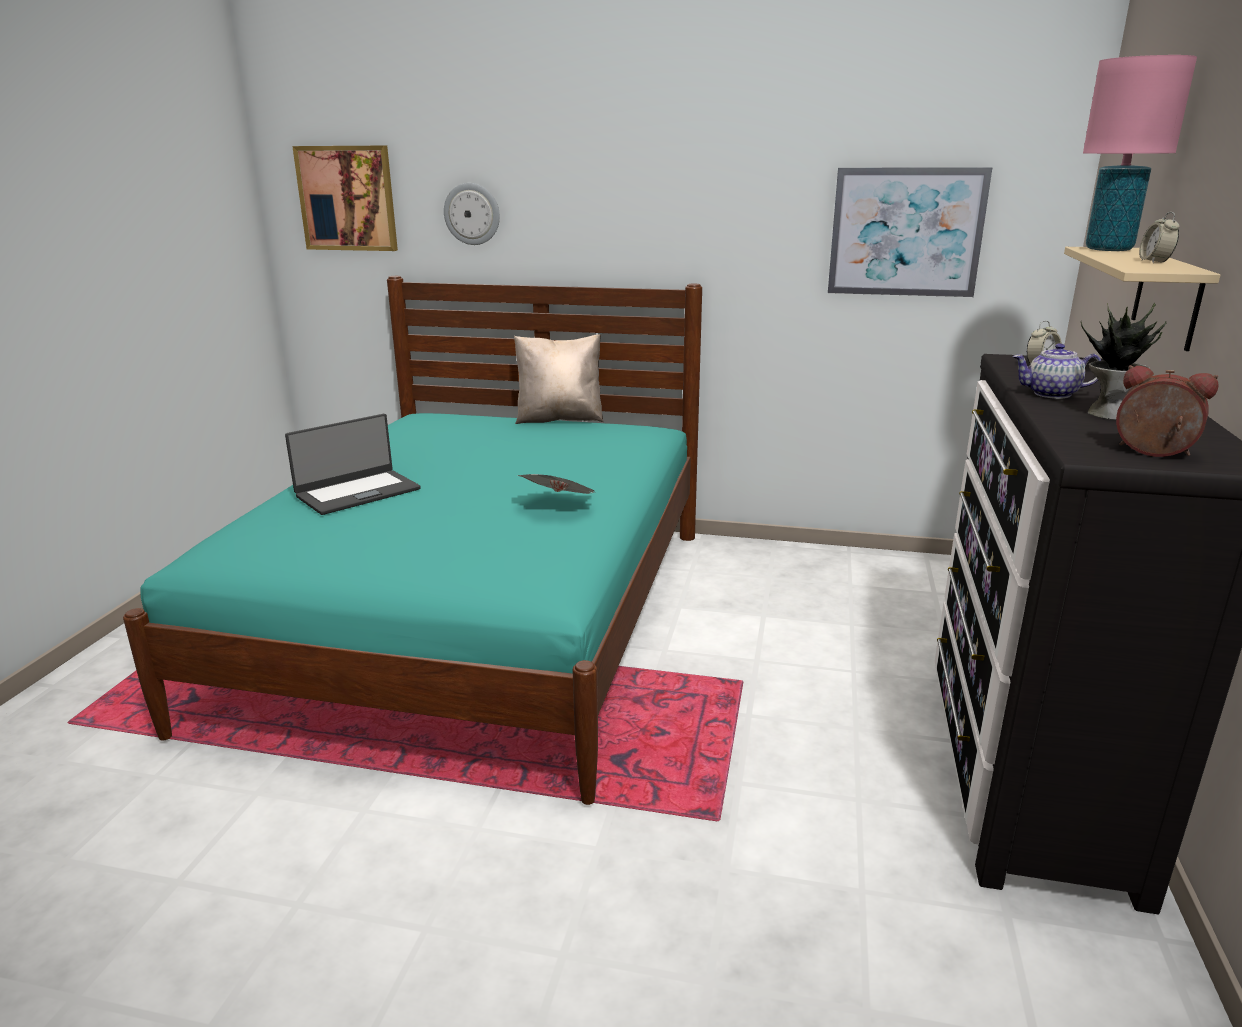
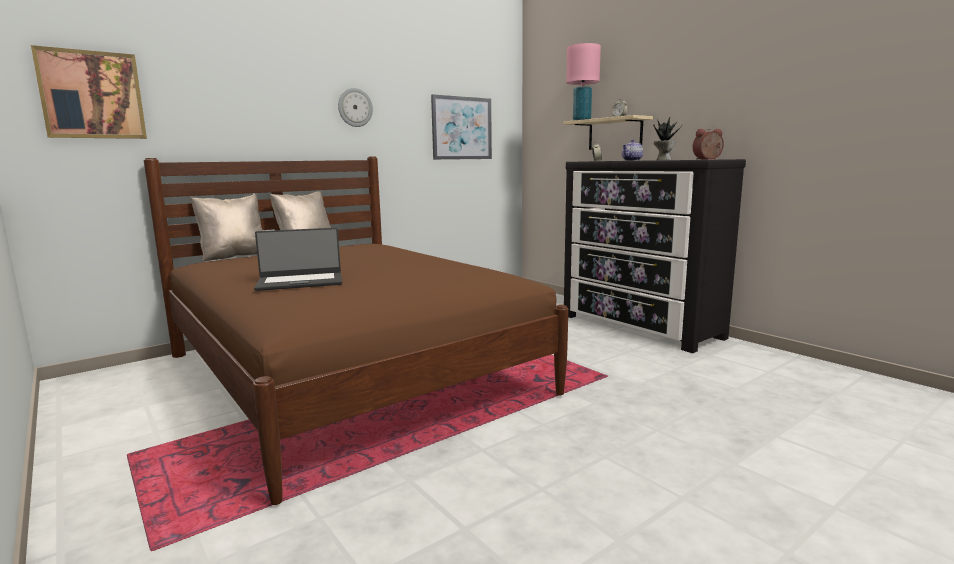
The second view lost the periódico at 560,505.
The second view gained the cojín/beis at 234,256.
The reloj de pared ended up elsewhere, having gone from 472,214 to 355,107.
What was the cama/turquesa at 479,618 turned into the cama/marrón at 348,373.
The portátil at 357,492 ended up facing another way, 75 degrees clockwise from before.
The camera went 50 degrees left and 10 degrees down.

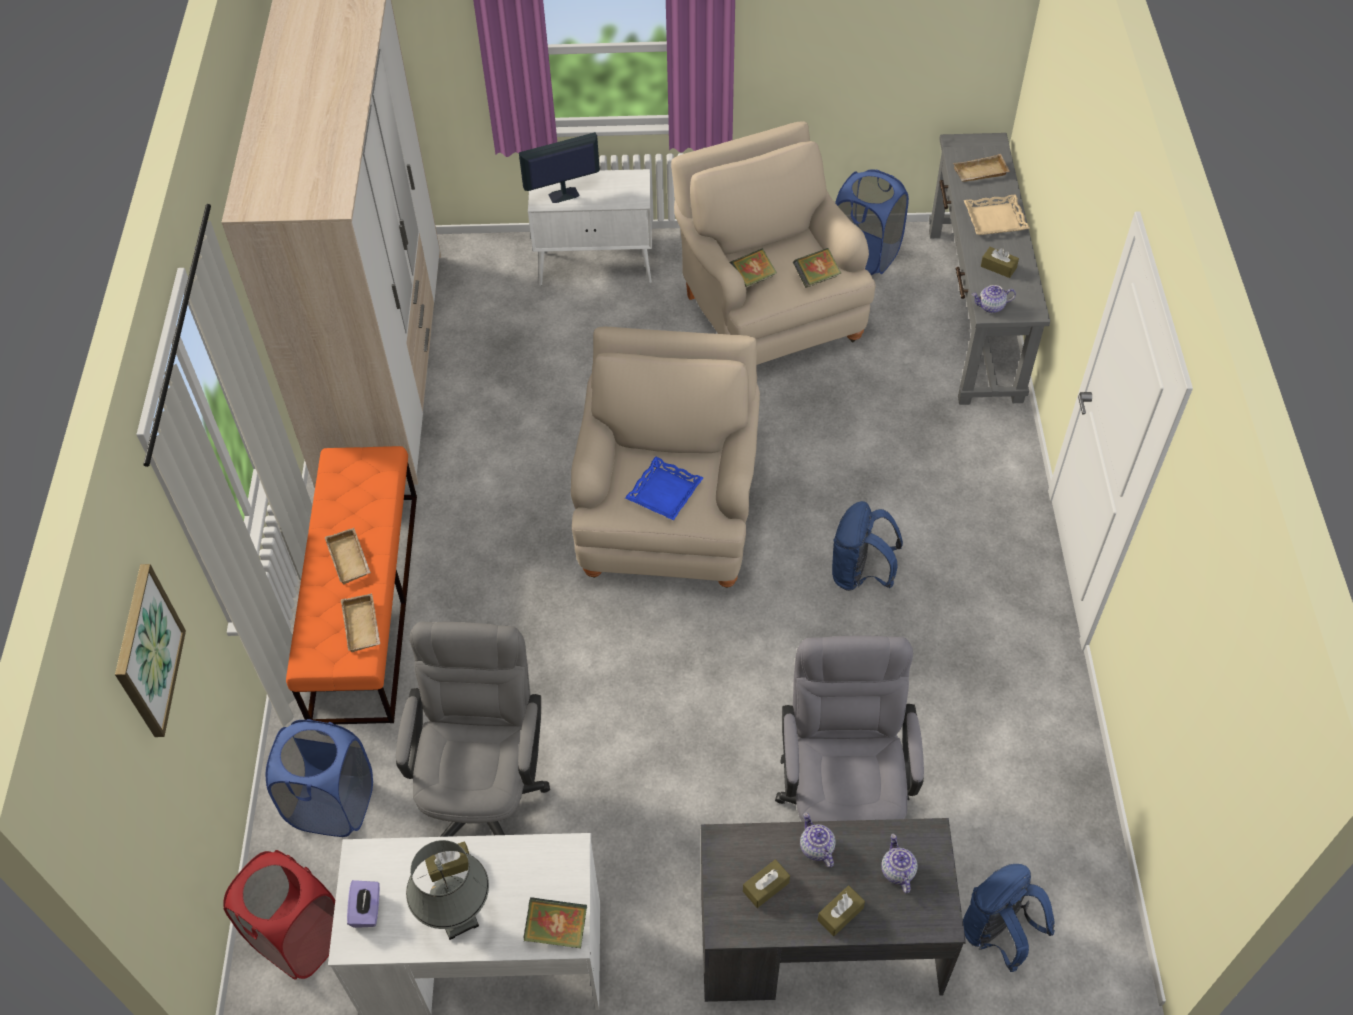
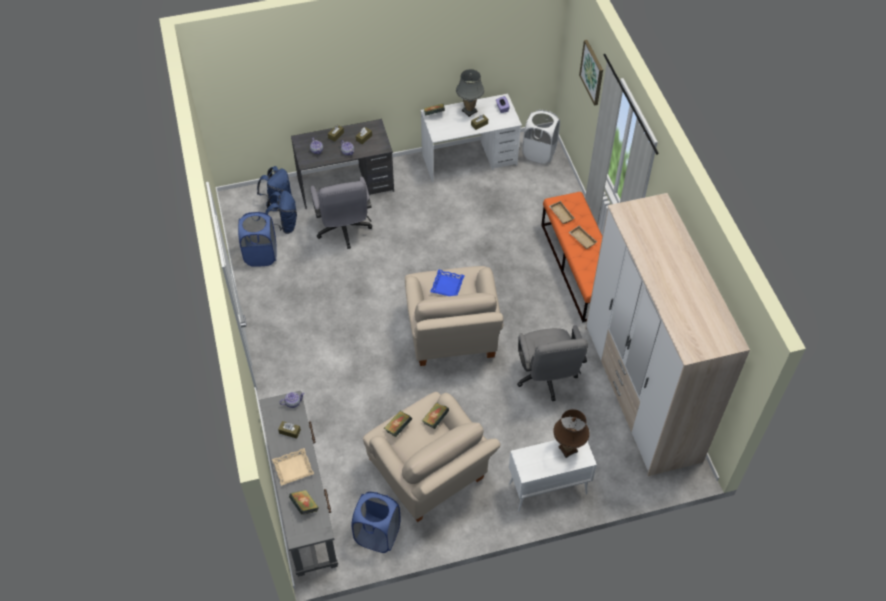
The cesto de la ropa/azul ended up elsewhere, having gone from 332,804 to 261,255.
The silla de oficina/gris ended up elsewhere, having gone from 484,790 to 546,379.
The mochila/azul ended up elsewhere, having gone from 860,573 to 284,225.
Where the monitor stood at 563,195, the lámpara de mesa/marrón came to stand at 567,449.
Where the bandeja/beis stood at 980,173, the libro came to stand at 304,506.
What was the cesto de la ropa/rojo at 299,937 turned into the cesto de la ropa/blanco at 539,153.
The camera went 165 degrees right and 0 degrees up.

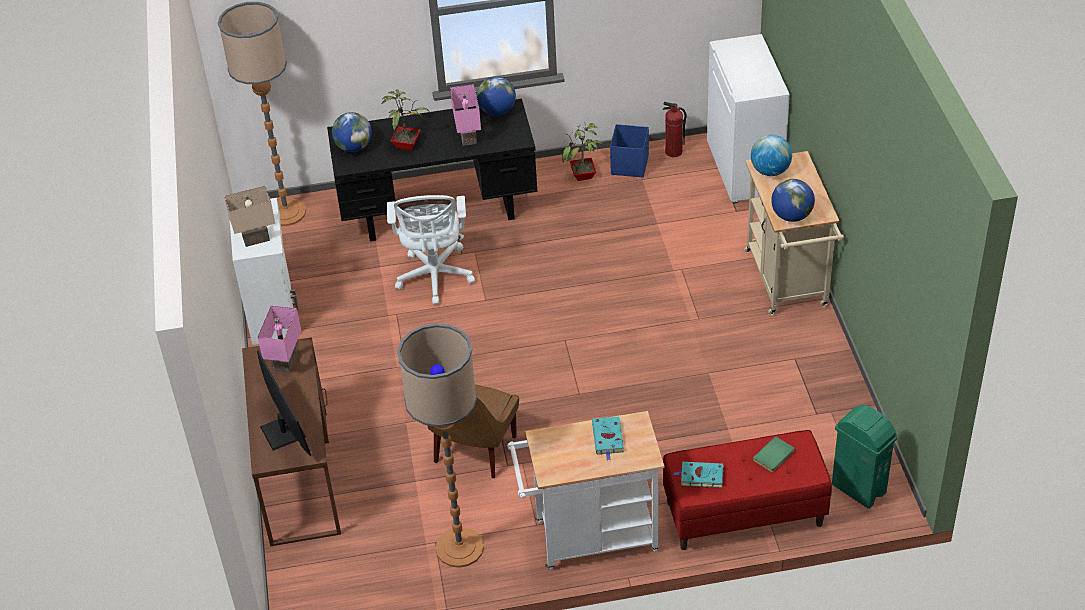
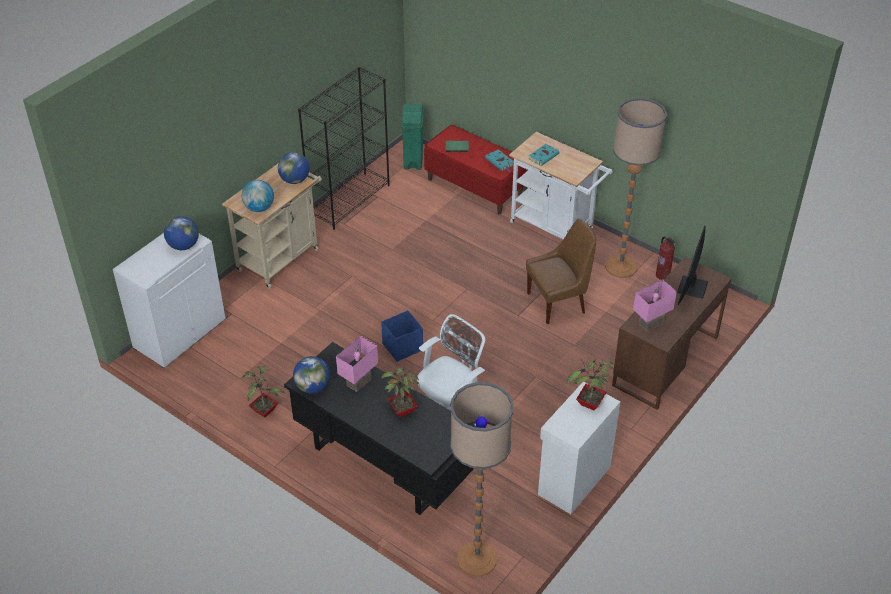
The second view gained the estantería/negro at 350,200.
The globo terráqueo ended up elsewhere, having gone from 354,147 to 183,246.
The caja de almacenaje/azul ended up elsewhere, having gone from 630,165 to 402,347.
The extintor ended up elsewhere, having gone from 673,152 to 663,275.
Where the lámpara de mesa/beis stood at 256,240, the planta en maceta came to stand at 589,404.
The camera went 135 degrees left and 0 degrees up.

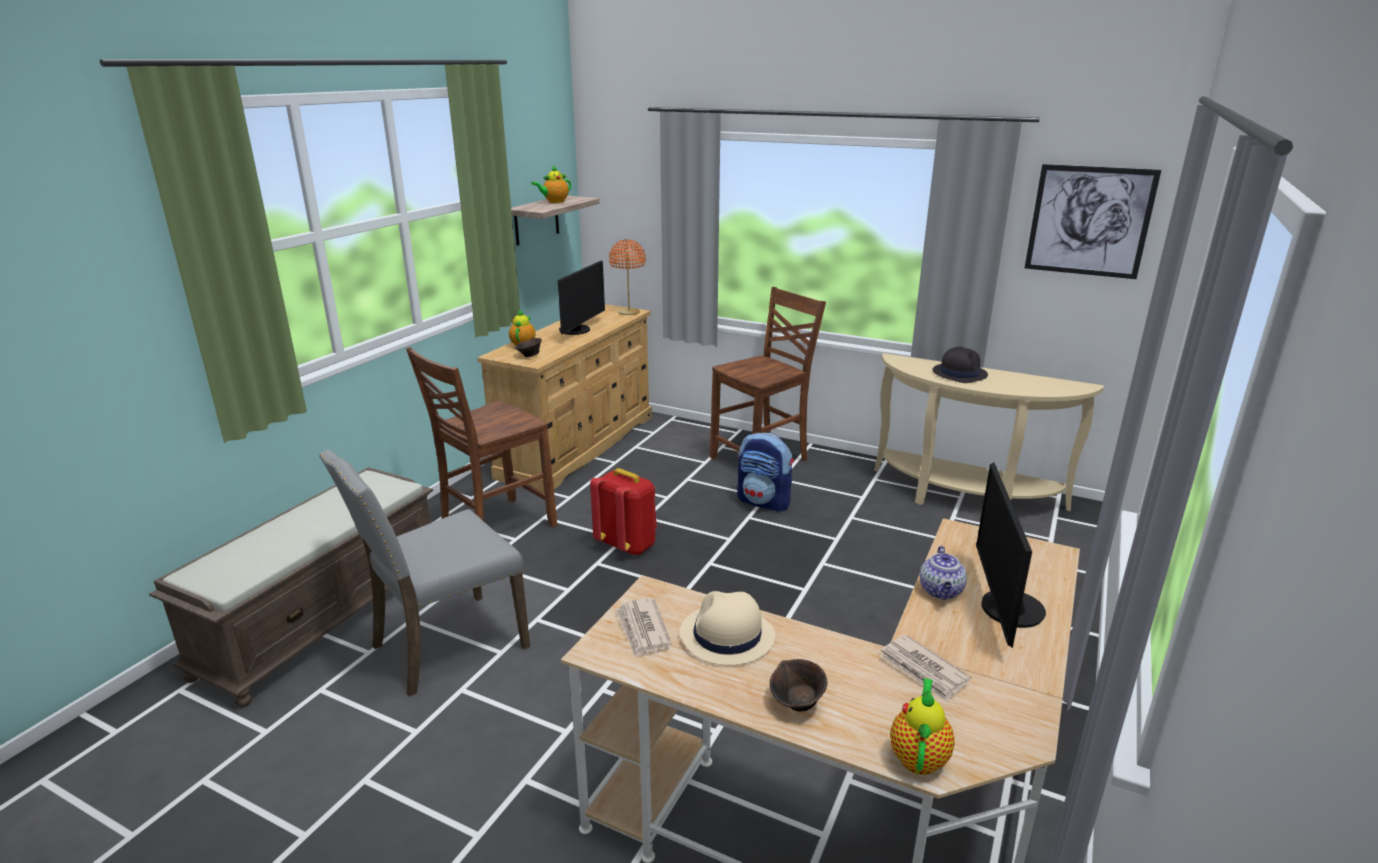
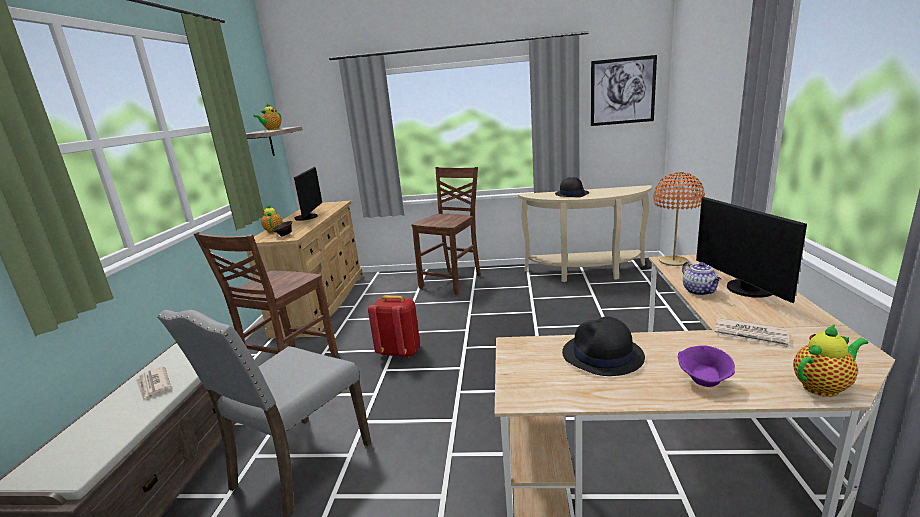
The second view lost the mochila at 764,502.
The lámpara de mesa/naranja ended up elsewhere, having gone from 628,312 to 673,262.
The periódico ended up elsewhere, having gone from 642,629 to 153,385.
What was the sombrero/beis at 726,636 turned into the sombrero/negro at 602,356.
What was the cuenco/marrón at 797,703 turned into the cuenco/morado at 704,382.
The tetera at 919,756 ended up facing another way, 75 degrees clockwise from before.
The camera went 20 degrees left and 5 degrees down.

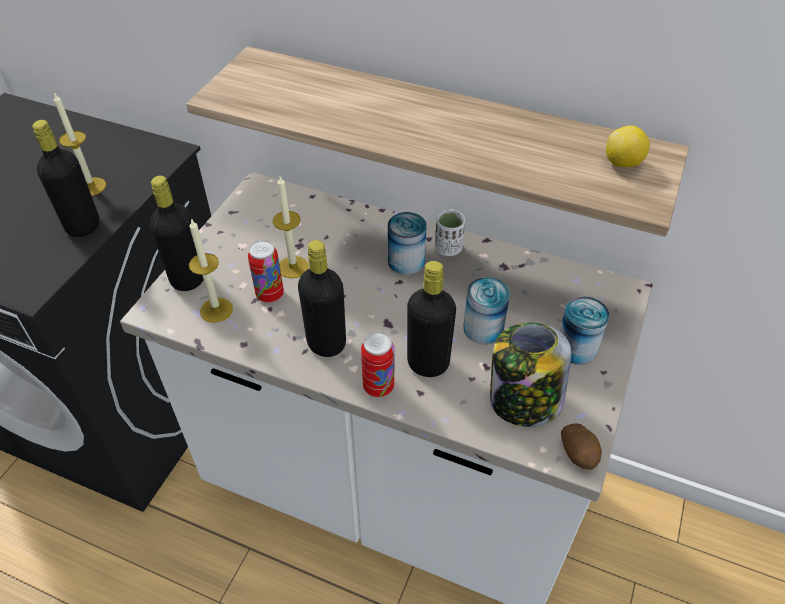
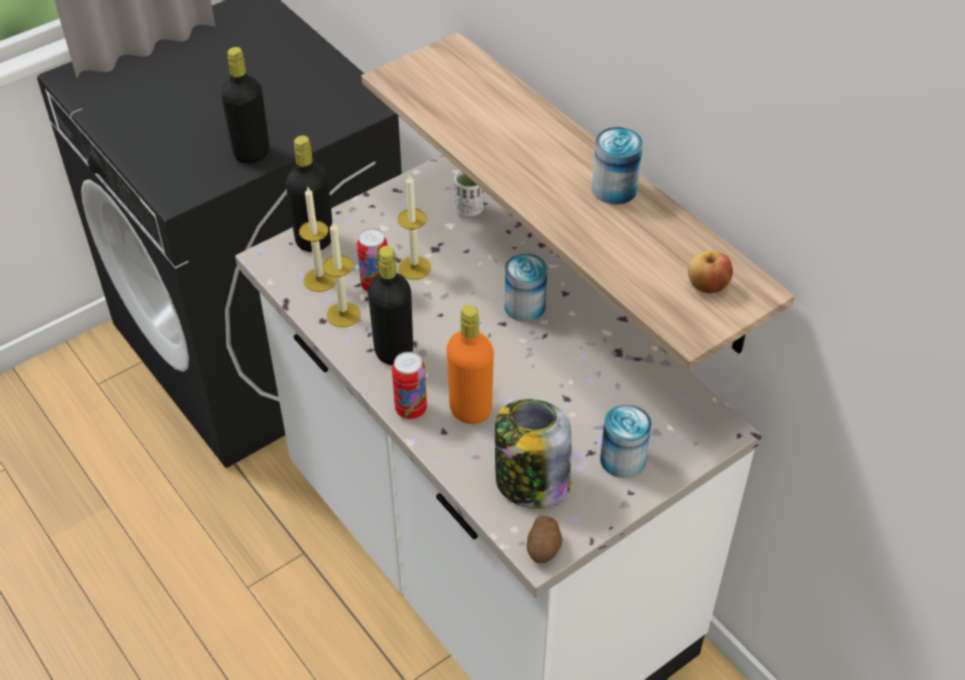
The vela ended up elsewhere, having gone from 91,187 to 343,314.
The taza/blanco ended up elsewhere, having gone from 448,248 to 469,209.
The lata ended up elsewhere, having gone from 483,328 to 614,189.
Where the limón stood at 623,163, the manzana came to stand at 707,286.
What was the botella/negro at 428,363 turned into the botella/naranja at 470,409.
The camera went 30 degrees right and 0 degrees up.

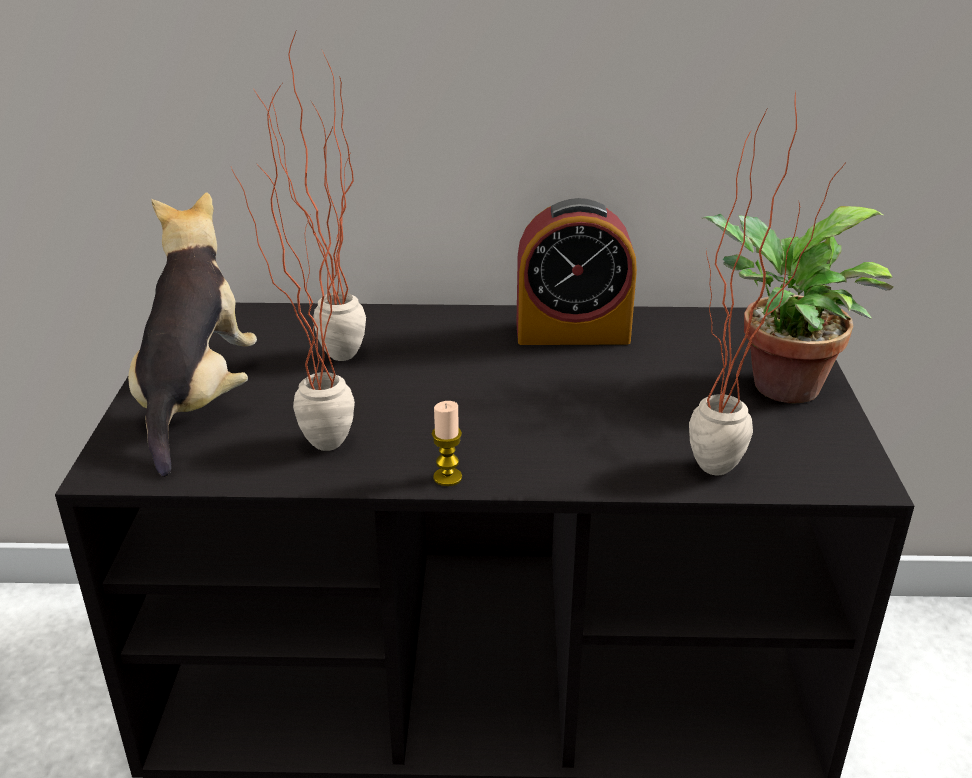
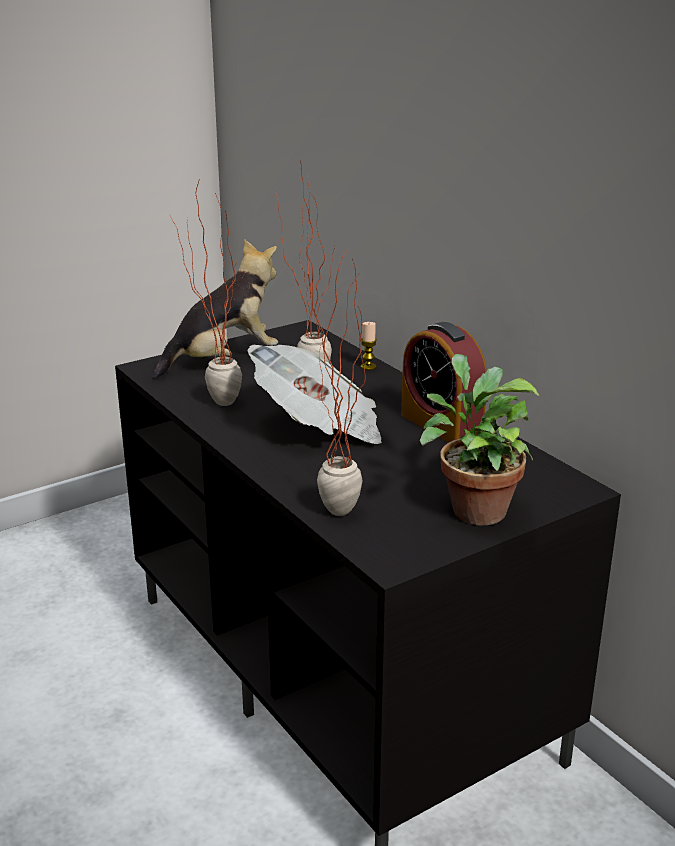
The second view gained the periódico at 319,426.
The vela ended up elsewhere, having gone from 447,477 to 368,367.
The camera went 55 degrees right and 5 degrees down.

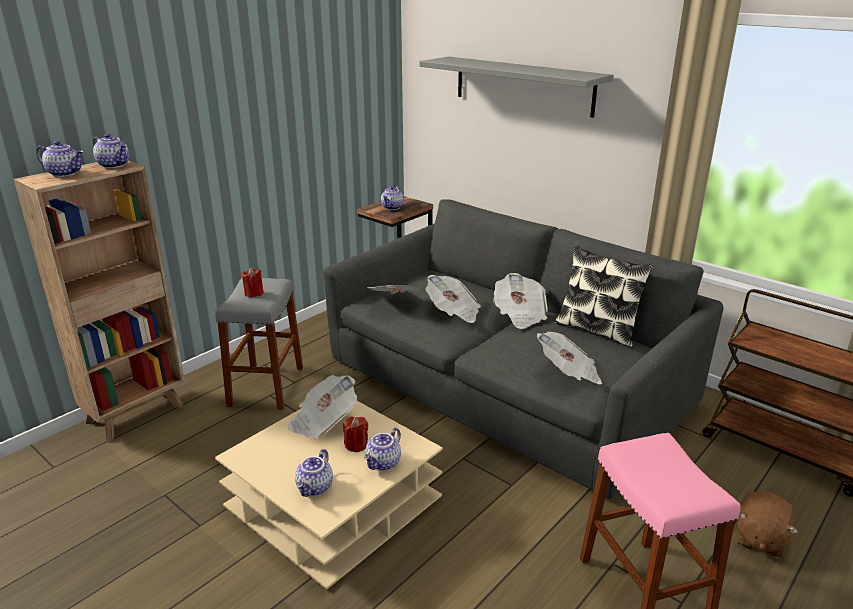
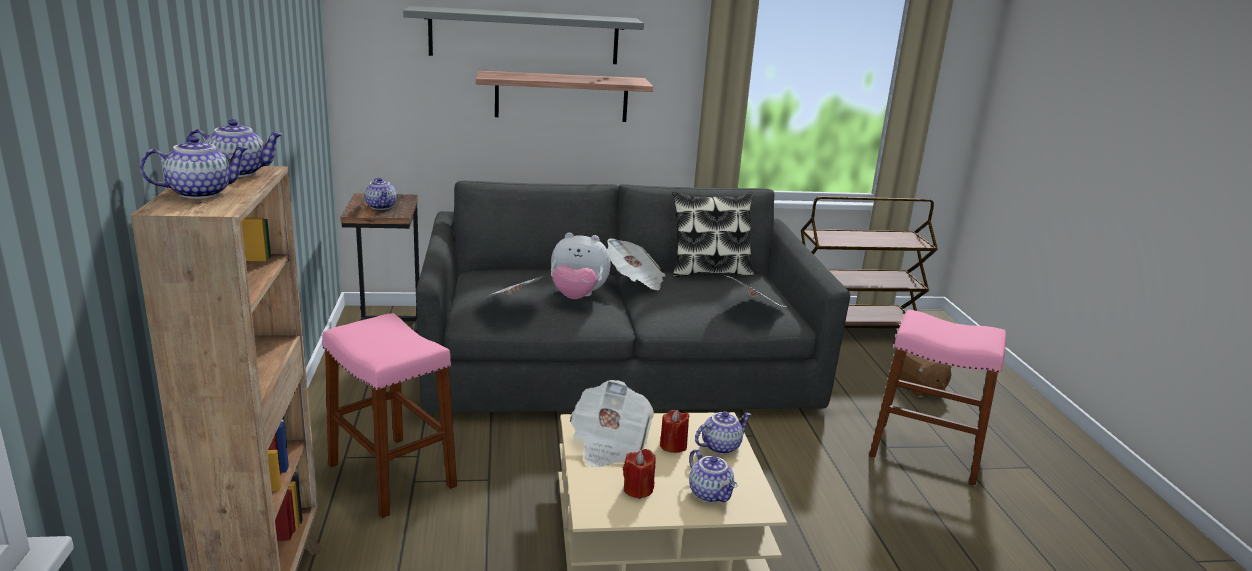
The second view gained the estante at 561,97.
The vela/rojo ended up elsewhere, having gone from 254,293 to 638,489.
Where the periódico stood at 453,312, the peluche came to stand at 577,297.
What was the taburete/gris at 266,386 turned into the taburete/rosa at 391,475.
The tetera at 384,463 ended up facing another way, 105 degrees counterclockwise from before.
The camera went 50 degrees left and 5 degrees down.

